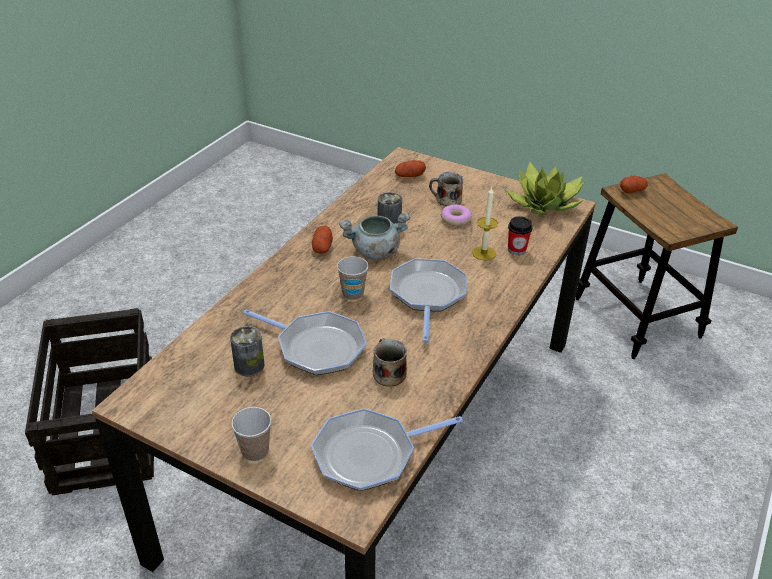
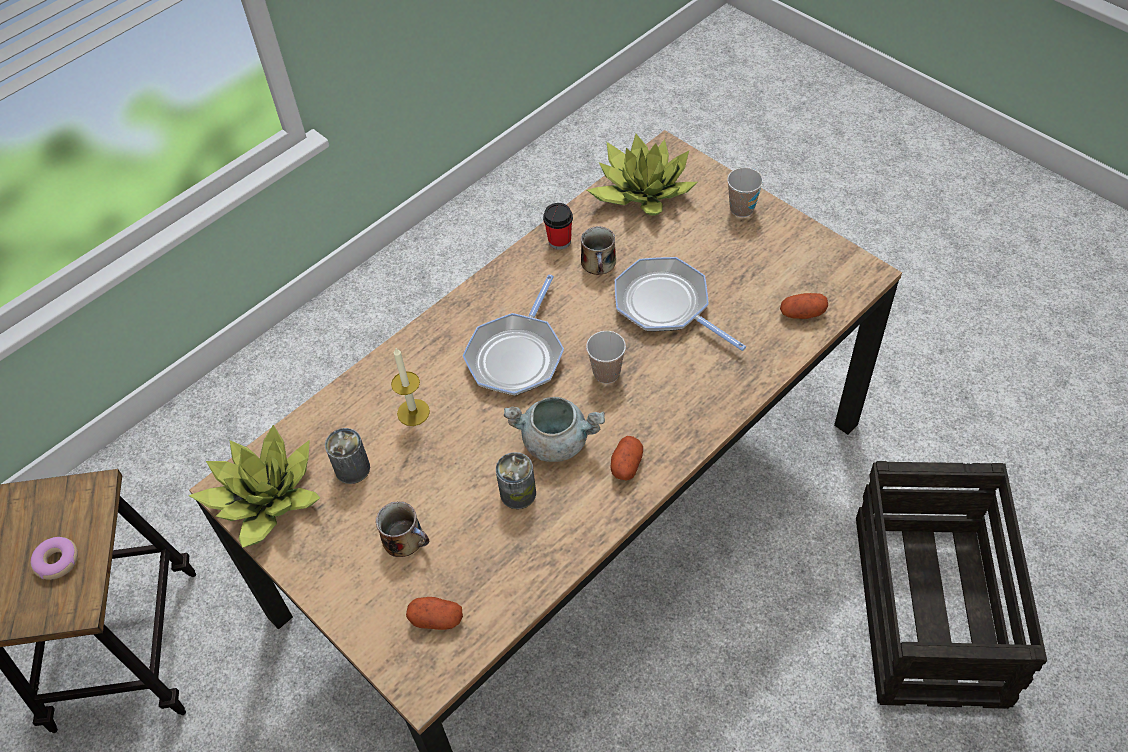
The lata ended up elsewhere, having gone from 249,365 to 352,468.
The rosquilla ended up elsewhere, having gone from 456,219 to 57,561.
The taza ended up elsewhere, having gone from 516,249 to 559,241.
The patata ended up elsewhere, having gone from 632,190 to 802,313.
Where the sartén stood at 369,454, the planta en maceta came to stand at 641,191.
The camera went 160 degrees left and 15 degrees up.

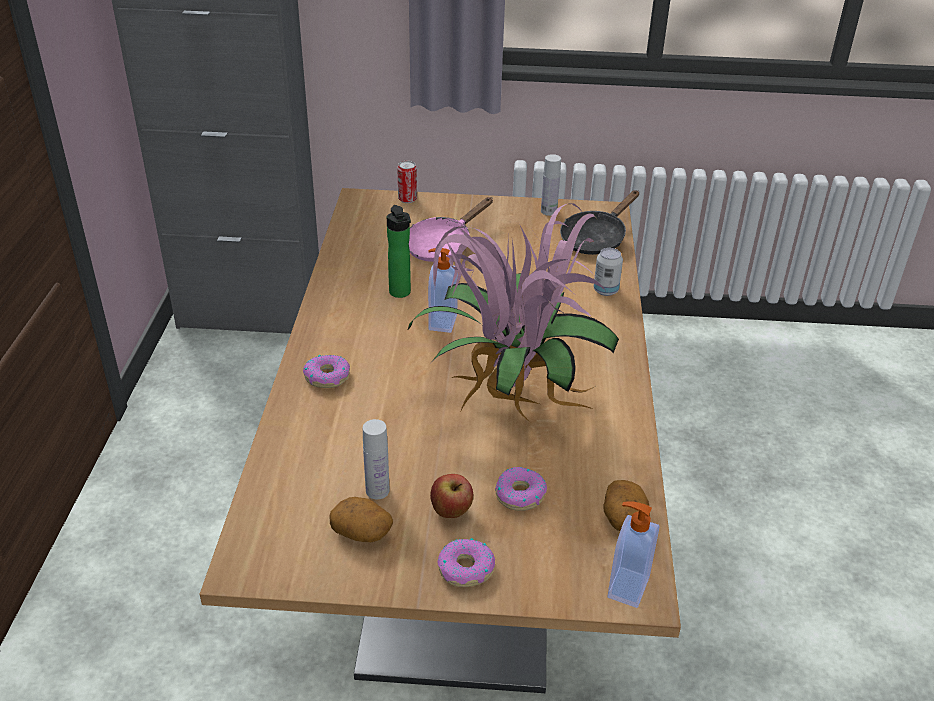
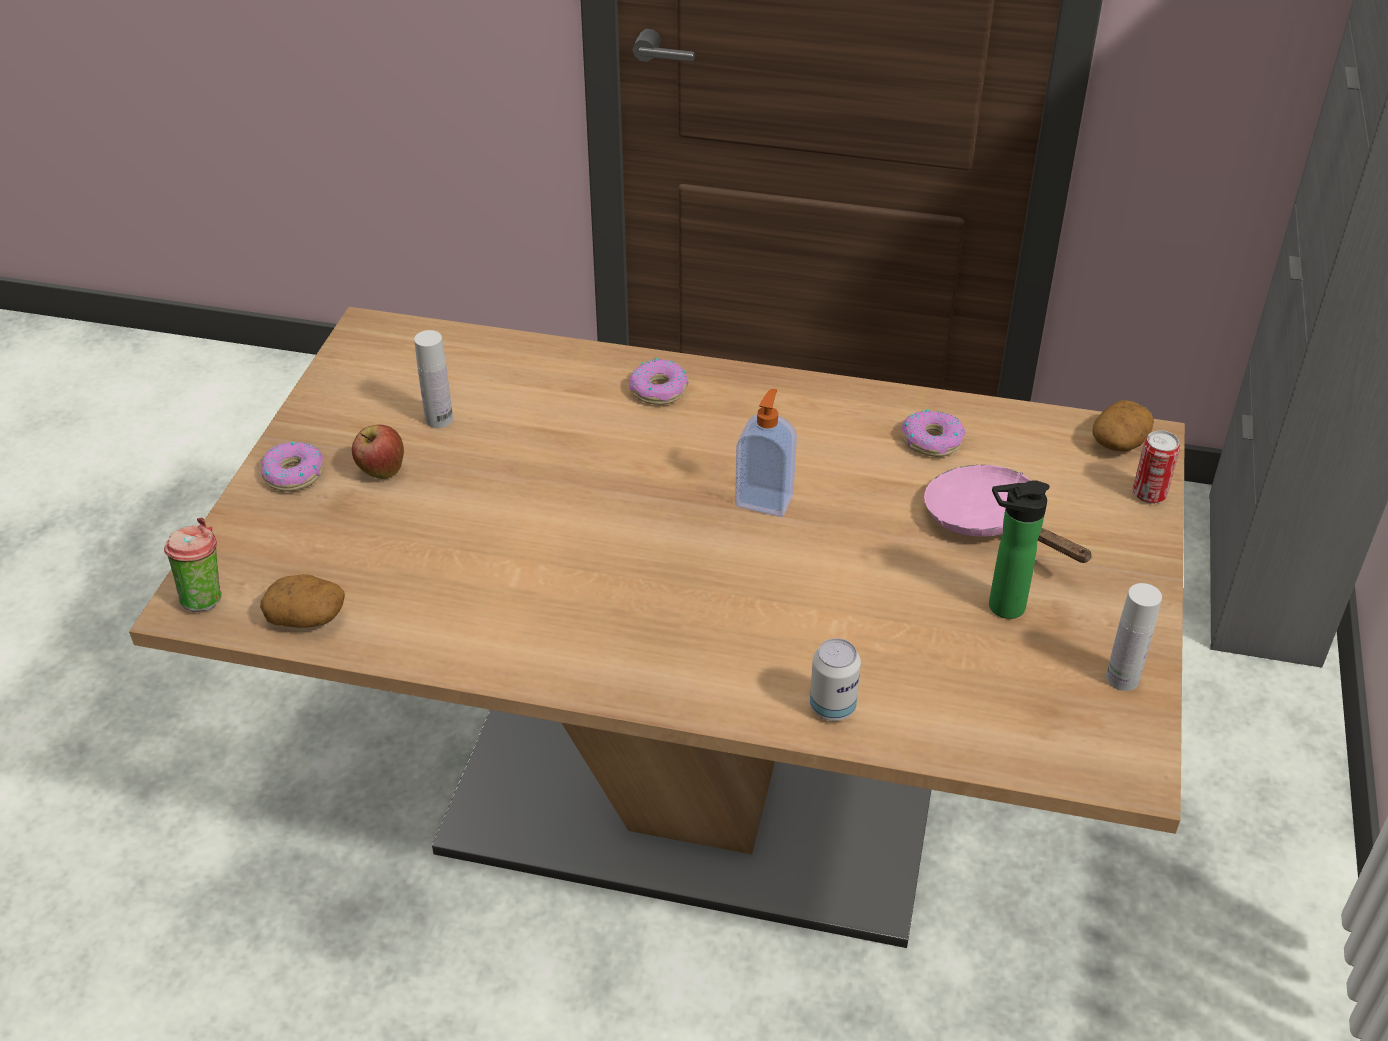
The second view lost the planta en maceta at 508,398.
The second view lost the sartén/negro at 596,238.
The patata ended up elsewhere, having gone from 362,532 to 1119,442.
The botella ended up elsewhere, having gone from 401,294 to 1000,607.
The rosquilla ended up elsewhere, having gone from 520,494 to 932,440.
Where the dispensador de jabón stood at 626,586, the taza came to stand at 204,596.
The camera went 100 degrees right and 5 degrees up.

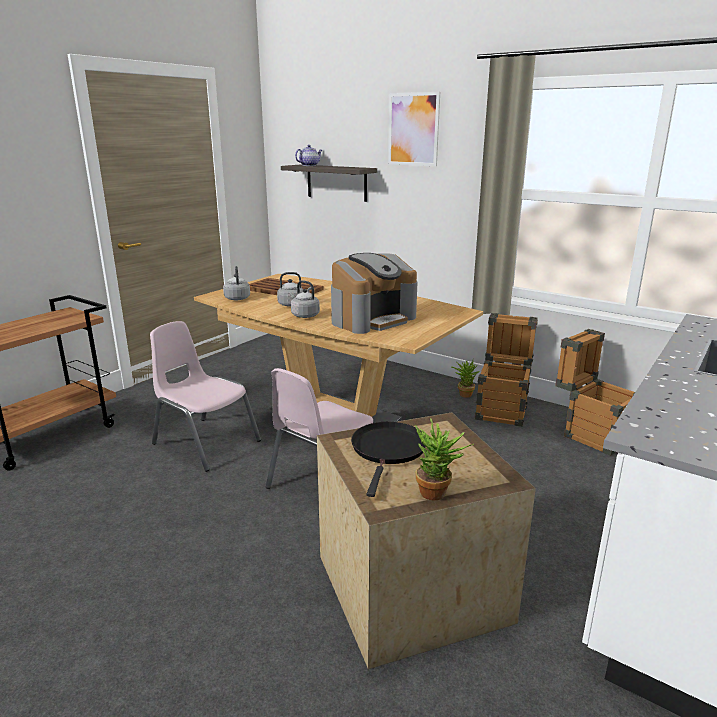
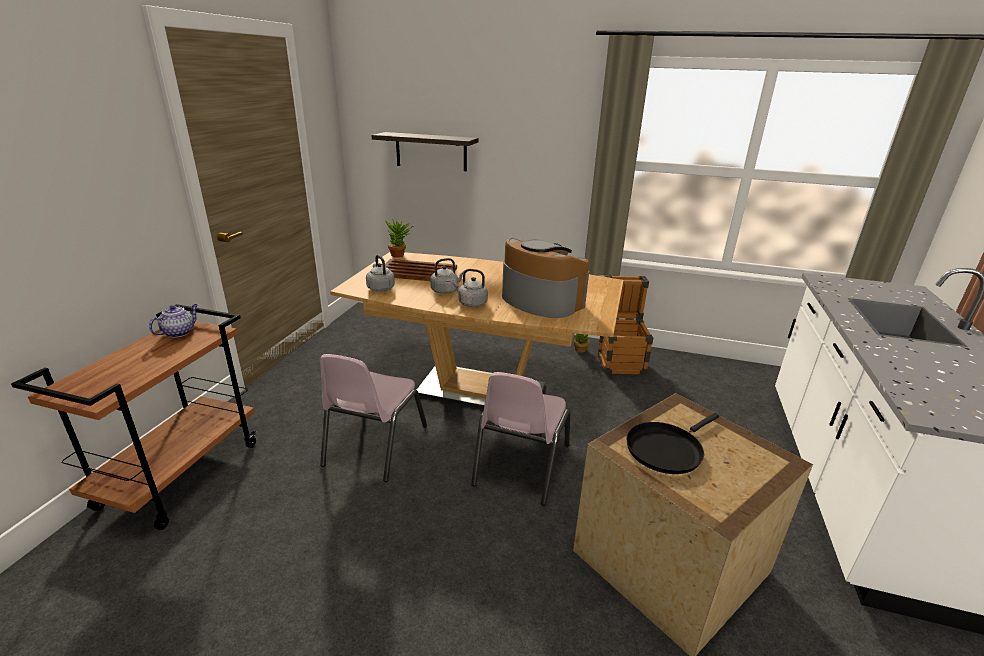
The second view lost the cuadro at 413,129.
The second view lost the caja de embalaje at 591,434.
The tetera ended up elsewhere, having gone from 309,165 to 179,332.
The planta en maceta ended up elsewhere, having gone from 438,494 to 400,255.
The silla/rosa at 206,442 ended up facing another way, 90 degrees counterclockwise from before.
The cafetera at 372,319 ended up facing another way, 75 degrees counterclockwise from before.
The sartén/negro at 388,450 ended up facing another way, 120 degrees counterclockwise from before.
The camera went 20 degrees left and 5 degrees up.

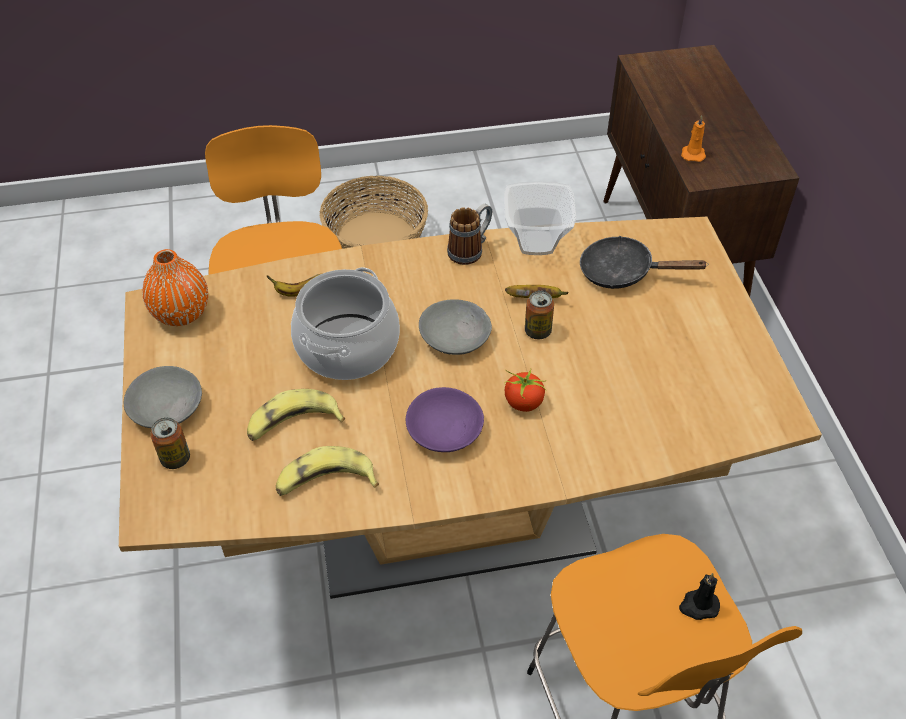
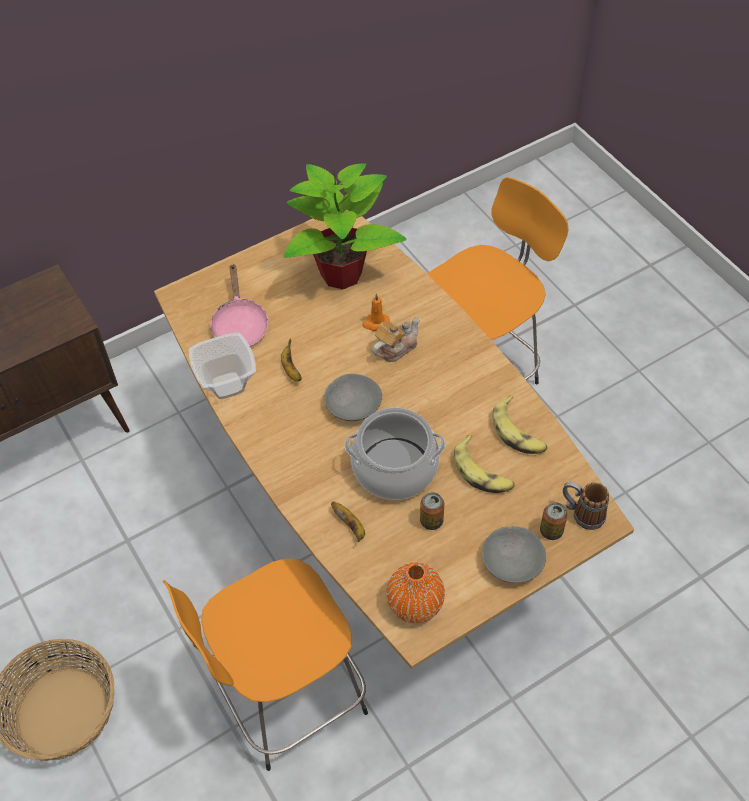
The second view lost the cuenco/morado at 445,431.
The second view lost the vela/negro at 698,606.
The second view gained the planta en maceta at 342,273.
The taza grande ended up elsewhere, having gone from 470,250 to 582,513.
The lata ended up elsewhere, having gone from 537,331 to 431,521.
The vela/naranja ended up elsewhere, having gone from 692,154 to 375,323.
Where the tomate stood at 523,403, the tetera came to stand at 395,348.
What was the sartén/negro at 623,272 turned into the sartén/rosa at 240,325.
The camera went 110 degrees left and 5 degrees up.

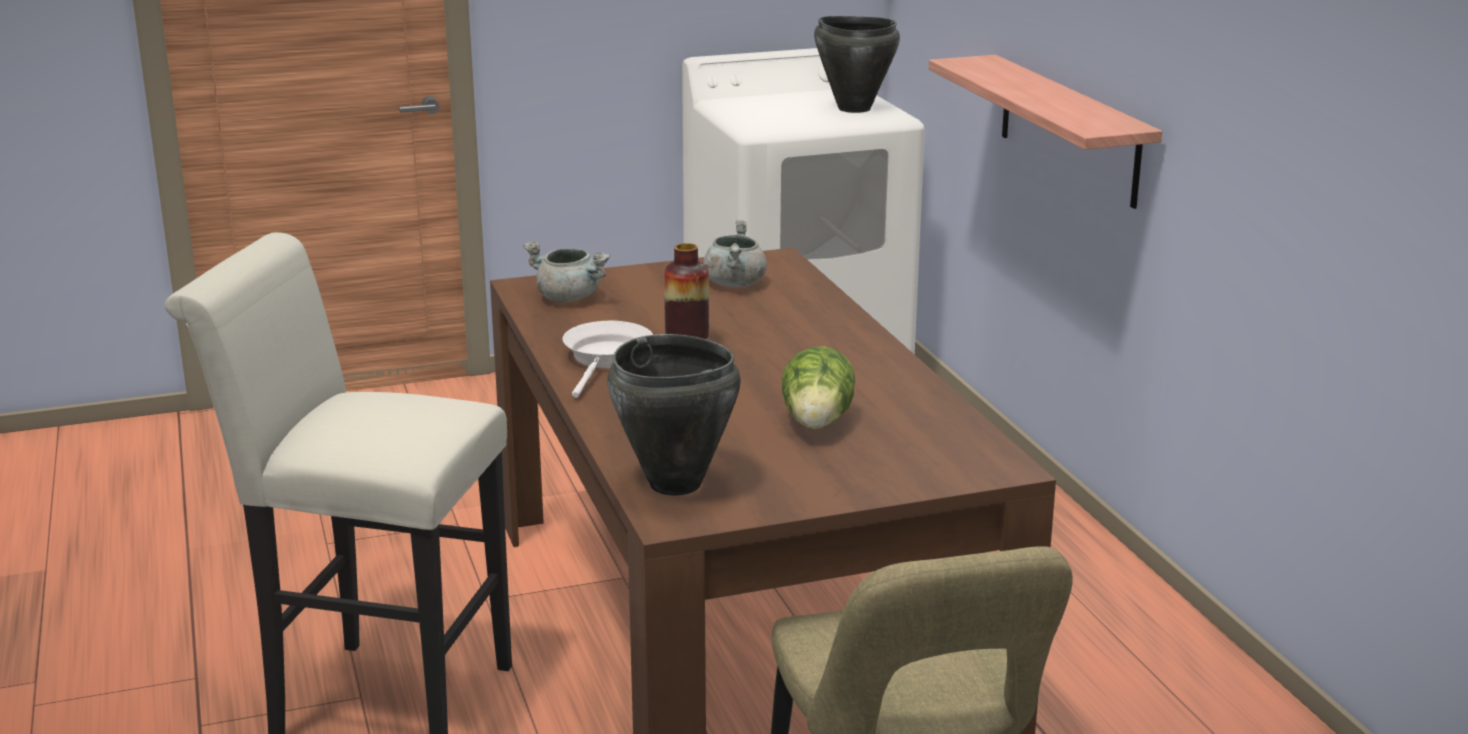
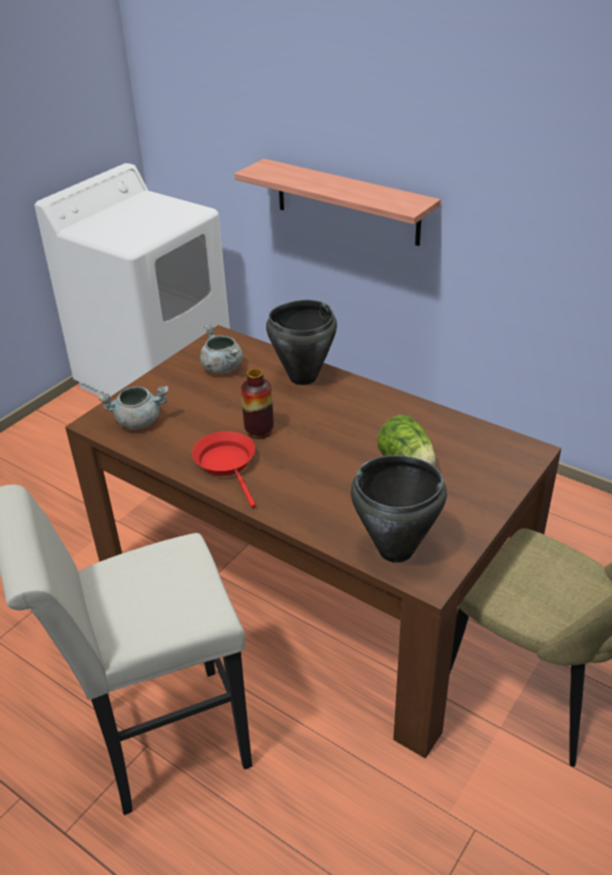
The olla/negro ended up elsewhere, having gone from 853,108 to 302,377.
What was the sartén/blanco at 606,359 turned into the sartén/rojo at 227,464.
The camera went 35 degrees left and 15 degrees up.

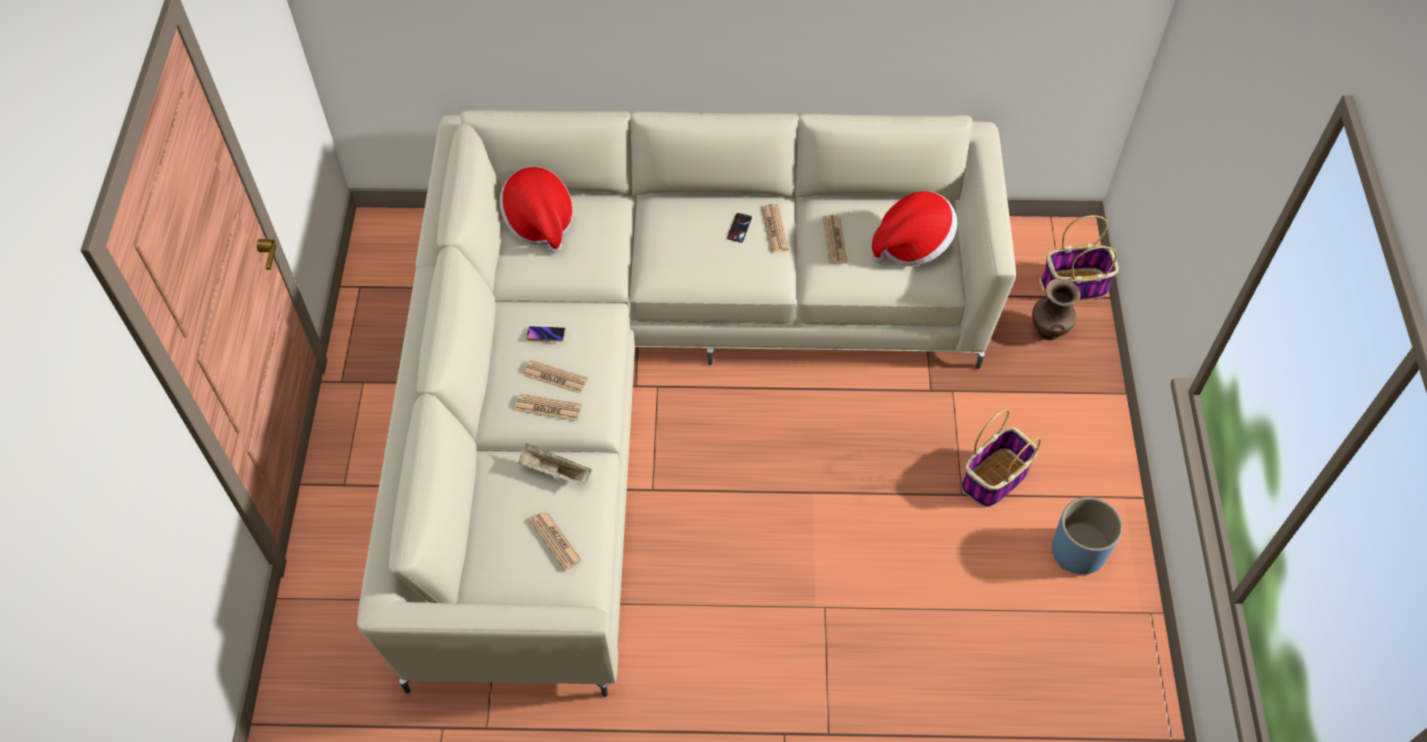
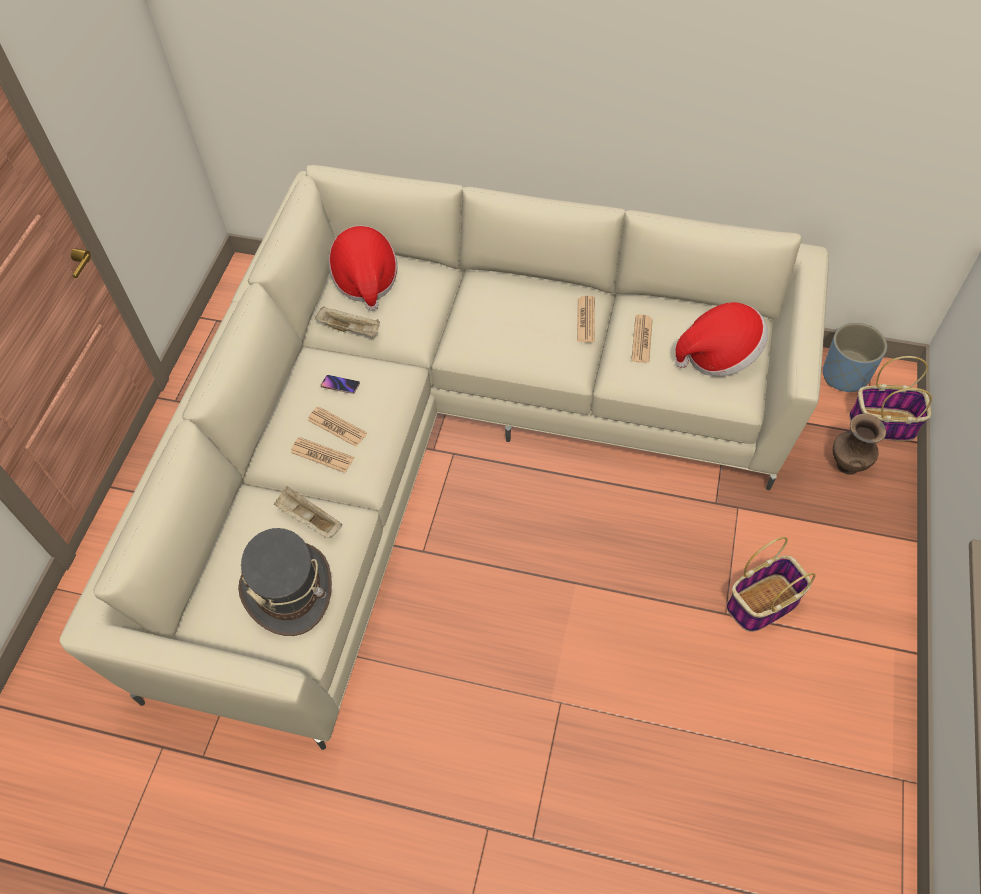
The second view lost the móvil at 739,228.
The second view gained the bandeja/beis at 350,329.
The maceta/azul ended up elsewhere, having gone from 1078,551 to 845,375.
Where the periódico stood at 555,541, the sombrero/gris came to stand at 289,589.
The camera went 15 degrees right and 0 degrees up.

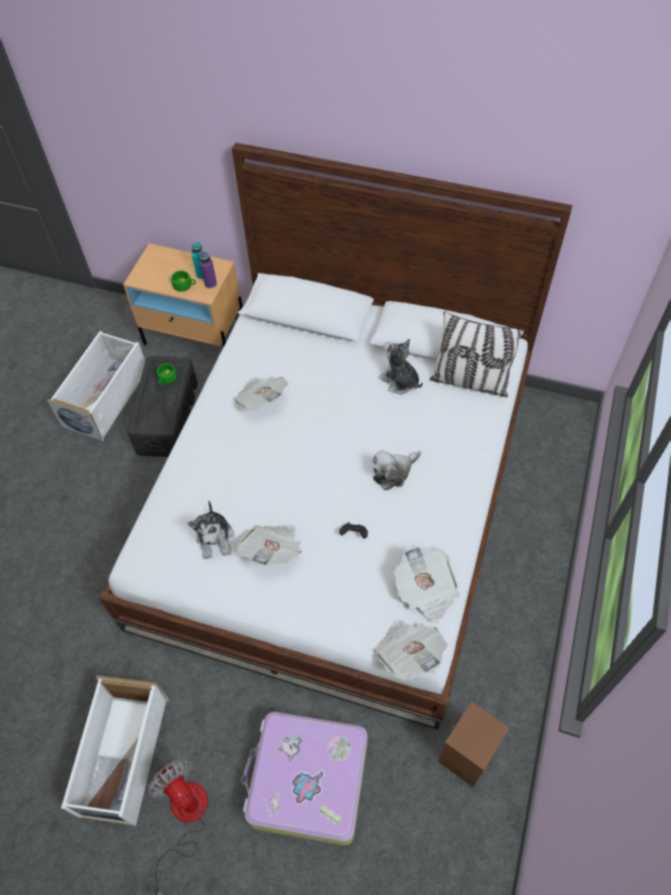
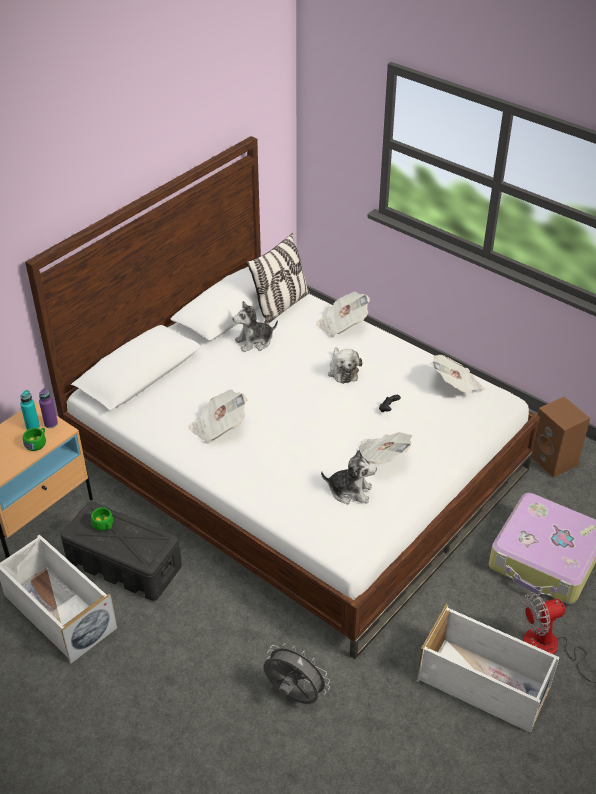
The second view gained the ventilador/gris at 293,695.
The periódico ended up elsewhere, having gone from 409,653 to 342,325.
The camera went 70 degrees left and 15 degrees down.

